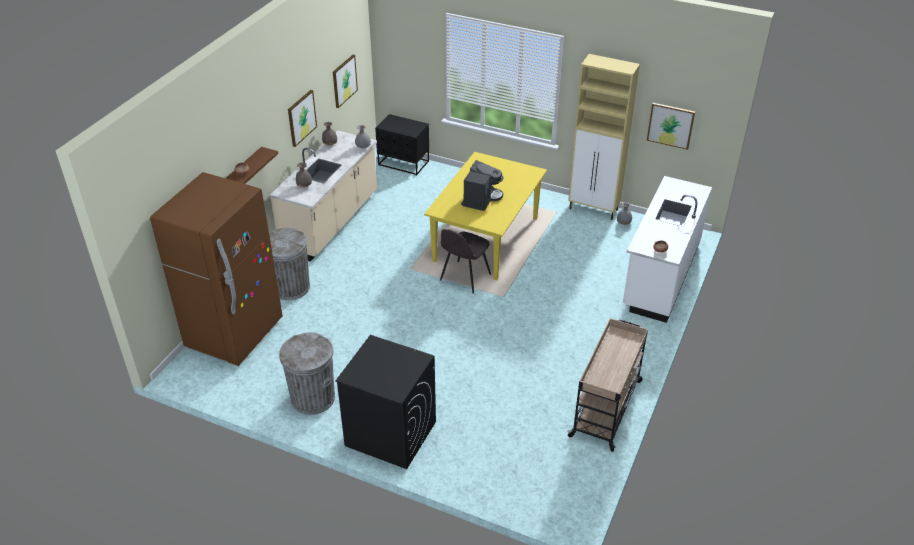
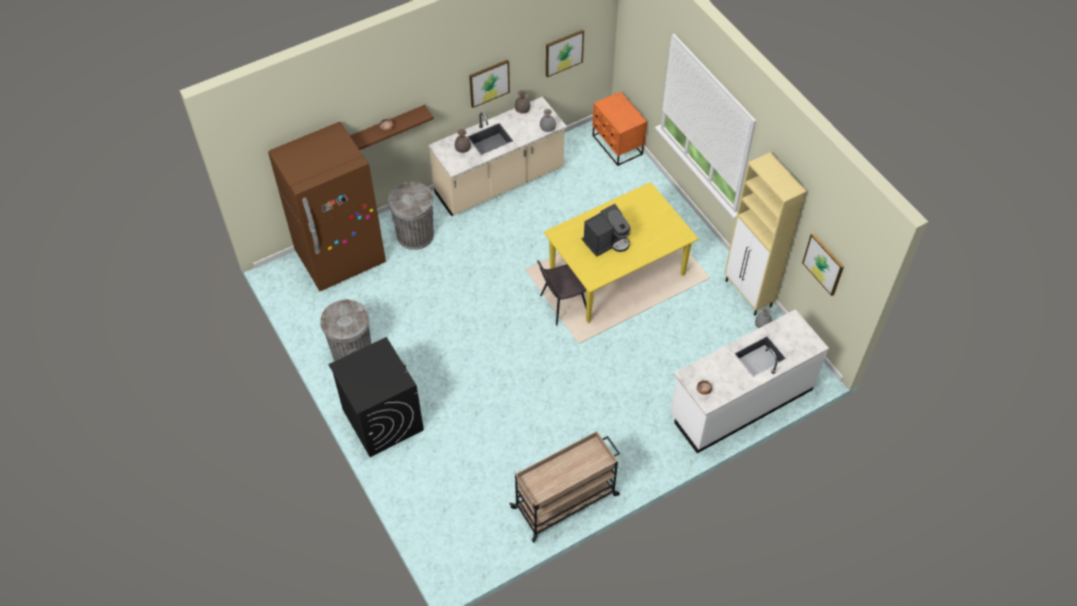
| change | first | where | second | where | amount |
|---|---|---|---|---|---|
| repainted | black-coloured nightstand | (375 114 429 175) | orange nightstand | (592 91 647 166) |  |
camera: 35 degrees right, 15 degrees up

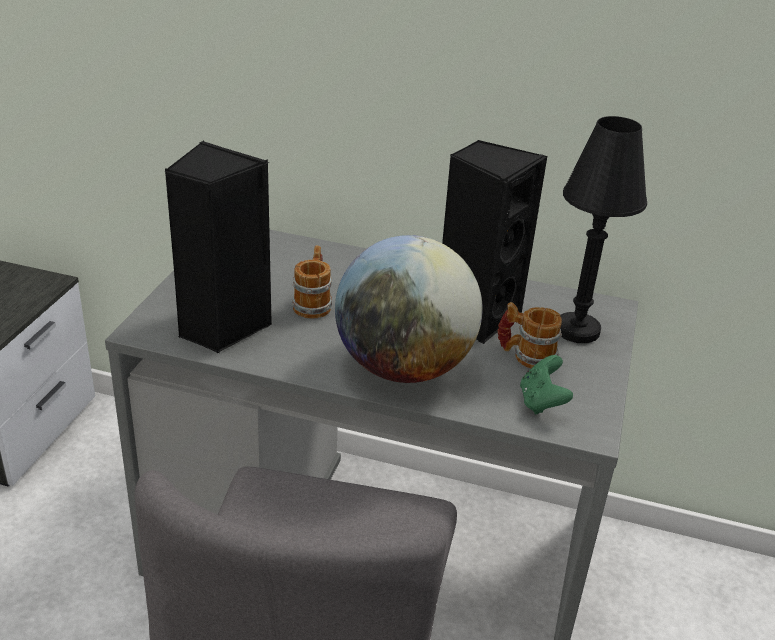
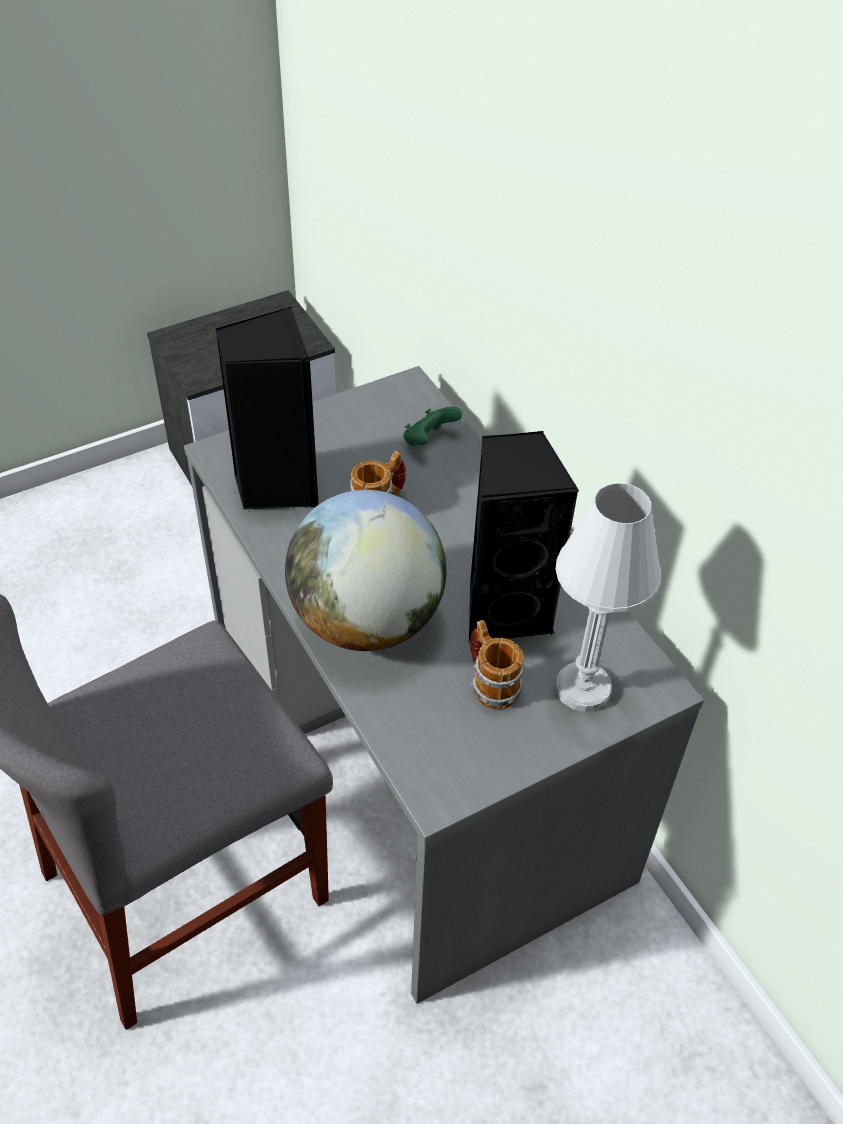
| change | first | where | second | where | amount |
|---|---|---|---|---|---|
| shifted | greenish gamepad | (520 355 573 415) |  | (403 406 463 446) |  |
| repainted | black-coloured lamp for a table | (560 116 647 343) | white-coloured lamp for a table | (556 483 661 712) |  |
camera: 45 degrees right, 15 degrees up

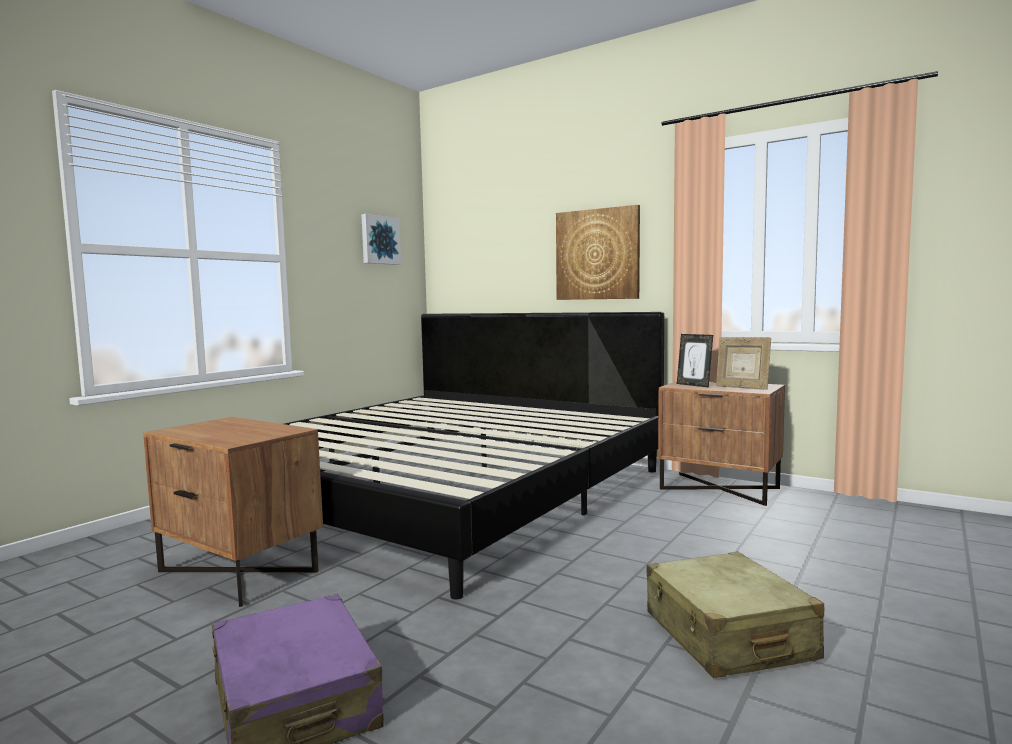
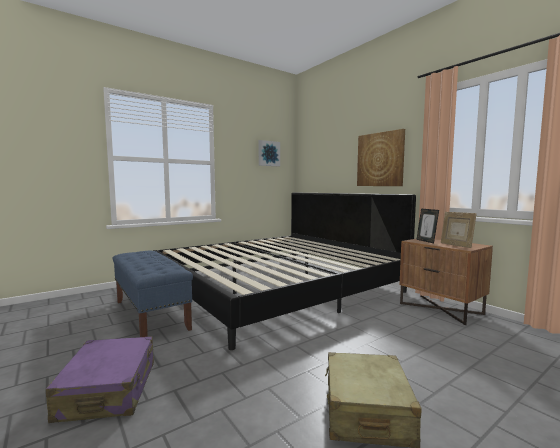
| change | first | where | second | where | amount |
|---|---|---|---|---|---|
| swapped | brown-coloured nightstand | (144 417 323 607) | blue bench | (113 251 193 337) |  |
camera: 20 degrees right, 0 degrees up

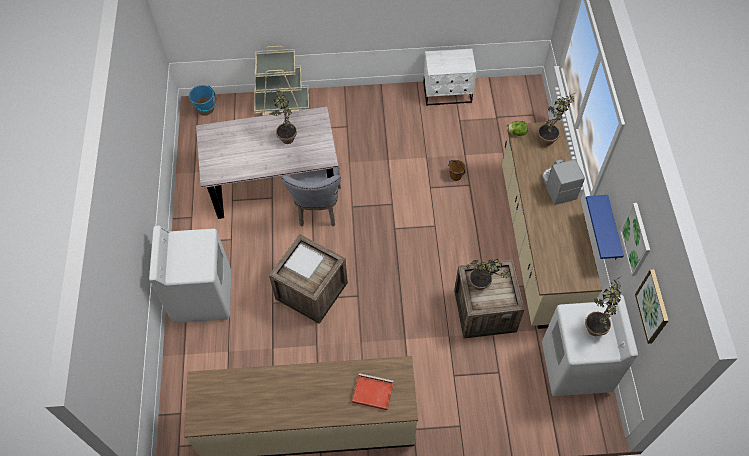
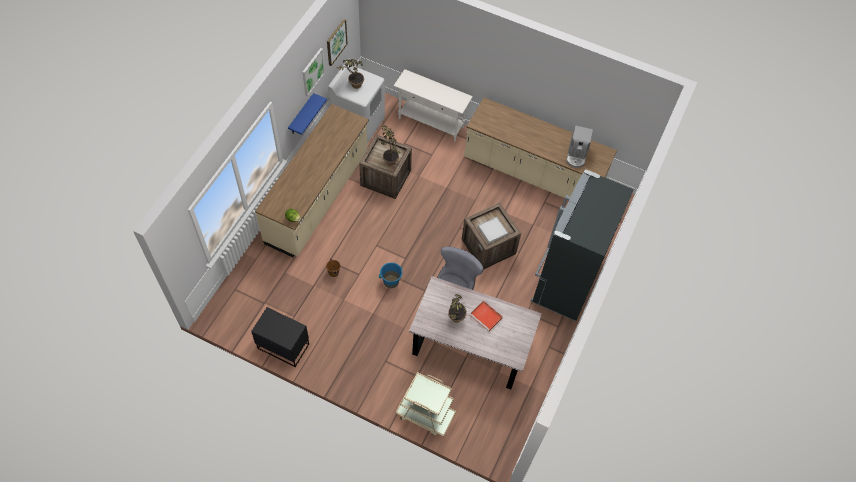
| change | first | where | second | where | amount |
|---|---|---|---|---|---|
| repainted | white-coloured nightstand | (423 49 477 106) | black-coloured nightstand | (251 307 309 367) |  |
| shifted | blue bucket | (189 85 216 116) |  | (379 262 403 288) |  |
| new |  |  | white-coloured hall table | (394 69 473 142) |  |
| shifted | red serving tray | (352 373 394 410) |  | (470 301 503 331) |  |
| swapped | white-coloured laundry machine | (149 226 231 323) | black-coloured fridge | (531 169 634 321) |  |
| shifted | coffee machine | (542 159 585 205) |  | (566 125 593 168) |  |
| gone | houseplant | (538 92 577 146) |  |  |  |
camera: 155 degrees left, 0 degrees up

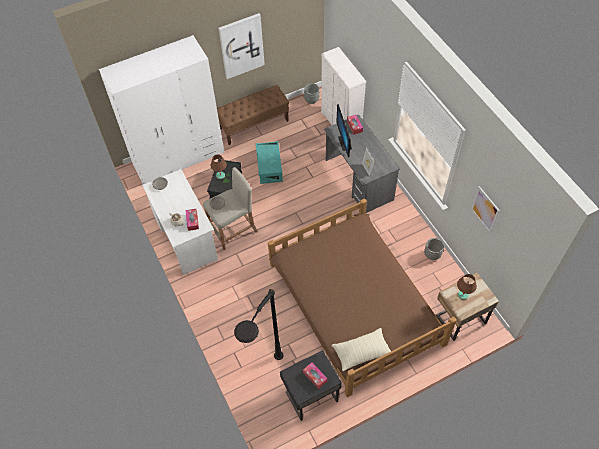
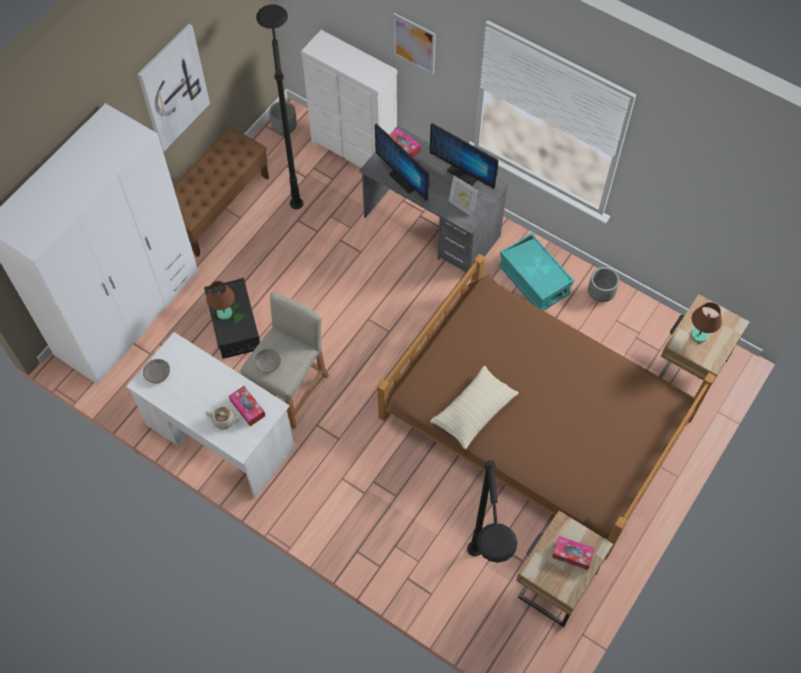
| change | first | where | second | where | amount |
|---|---|---|---|---|---|
| new |  |  | black-coloured standing lamp | (256 4 303 209) |  |
| shifted | picture | (471 186 500 233) |  | (393 13 436 75) |  |
| new |  |  | monitor | (430 123 498 189) |  |
| shifted | sand-coloured throw pillow | (332 328 391 371) |  | (430 366 519 450) |  |
| shifted | turquoise storage container | (256 141 283 184) |  | (499 233 574 311) |  |
| repainted | black-coloured nightstand | (280 350 342 421) | sand-coloured nightstand | (516 511 613 627) |  |
camera: 30 degrees left, 5 degrees up

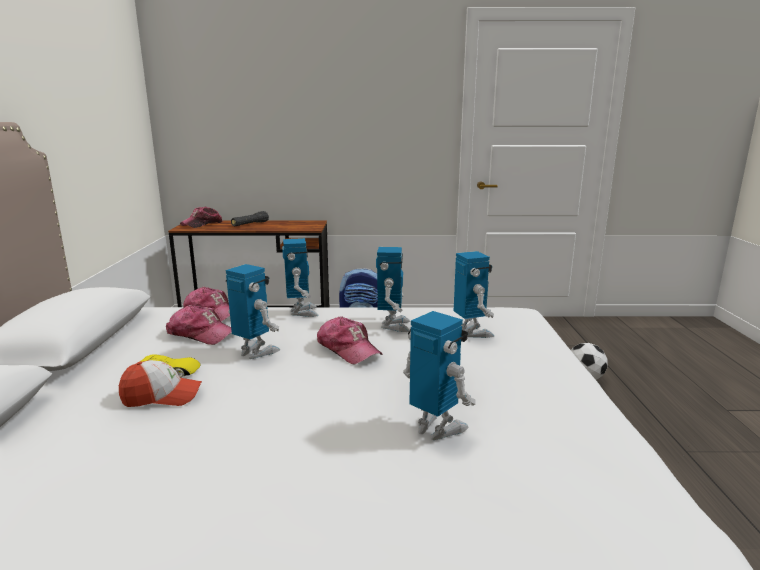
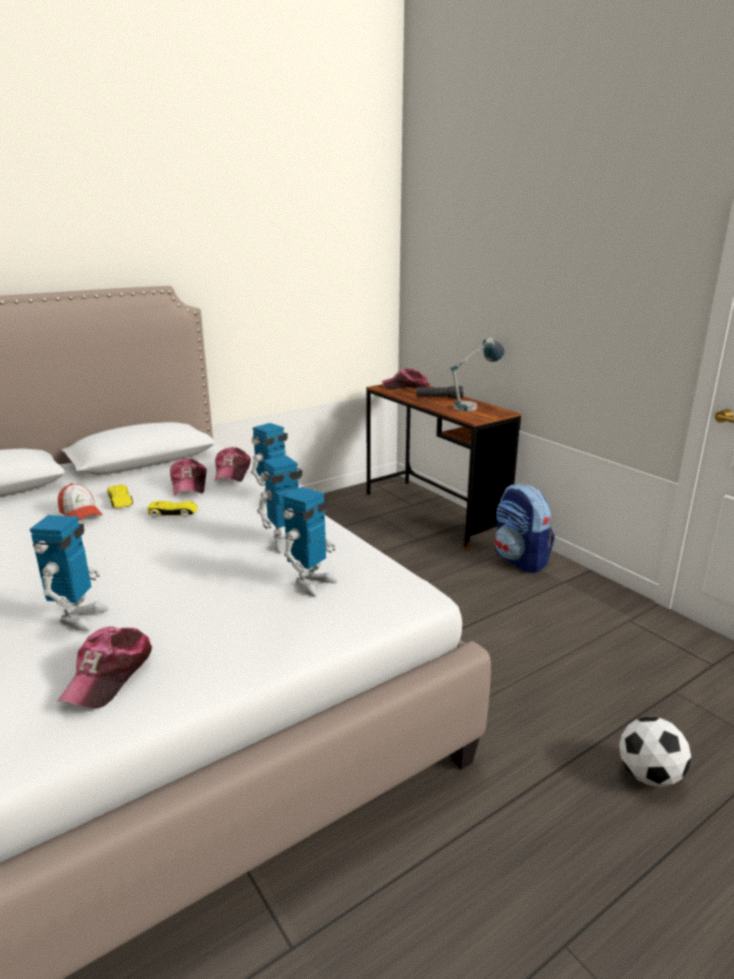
| change | first | where | second | where | amount |
|---|---|---|---|---|---|
| shifted | baseball cap | (317 316 382 364) |  | (58 626 152 708) |  |
| swapped | toy robot | (226 264 280 359) | yellowish model car | (148 501 198 518) |  |
| new |  |  | lamp for a table | (451 337 505 411) |  |
camera: 55 degrees right, 5 degrees up

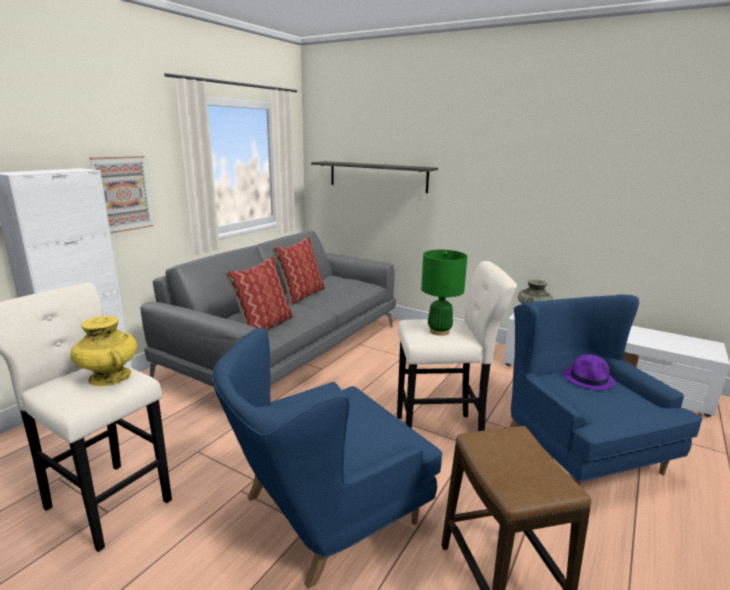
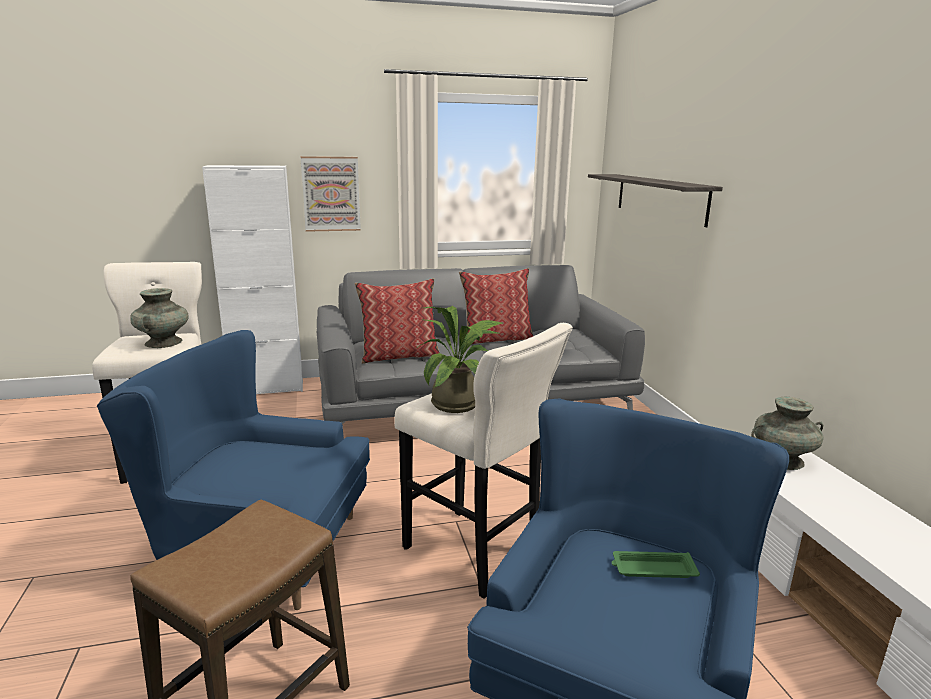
| change | first | where | second | where | amount |
|---|---|---|---|---|---|
| repainted | yellowish decorative vase | (70 316 137 386) | turquoise decorative vase | (130 288 189 348) |  |
| swapped | greenish lamp for a table | (421 250 467 336) | houseplant | (416 306 501 413) |  |
| swapped | purplish clothing hat | (563 354 616 390) | greenish serving tray | (611 551 700 578) |  |
camera: 45 degrees right, 0 degrees up

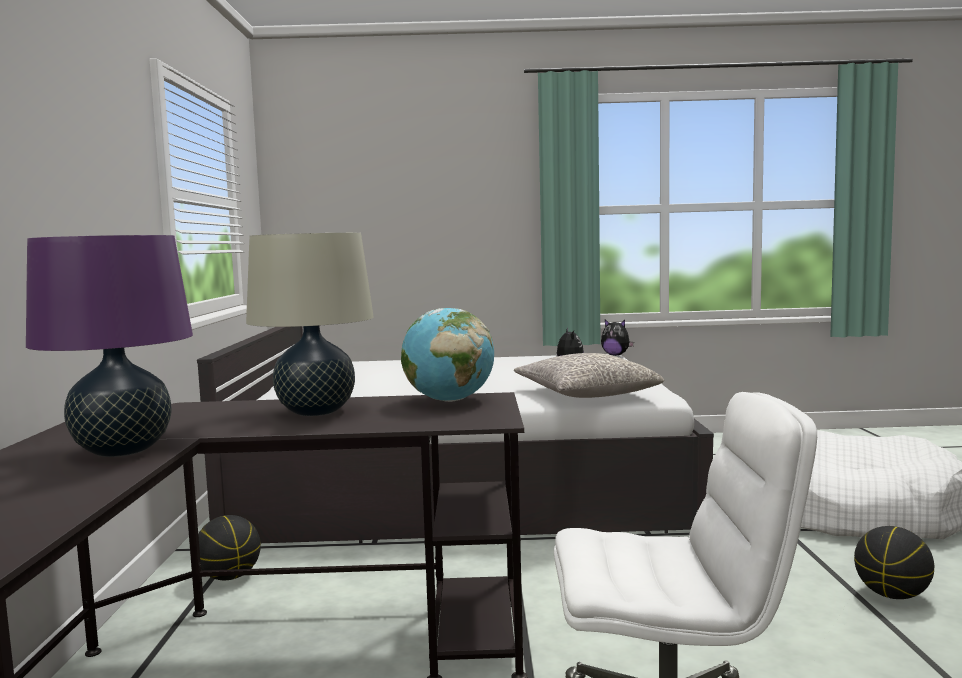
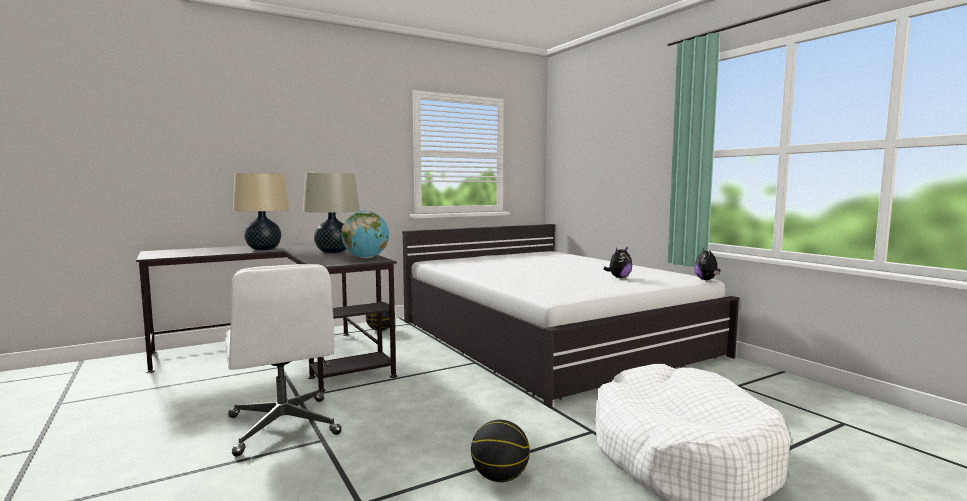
| change | first | where | second | where | amount |
|---|---|---|---|---|---|
| repainted | purplish lamp for a table | (26 235 193 457) | sand-coloured lamp for a table | (233 173 290 250) |  |
| gone | greyish throw pillow | (514 353 664 398) |  |  |  |
camera: 60 degrees right, 0 degrees up

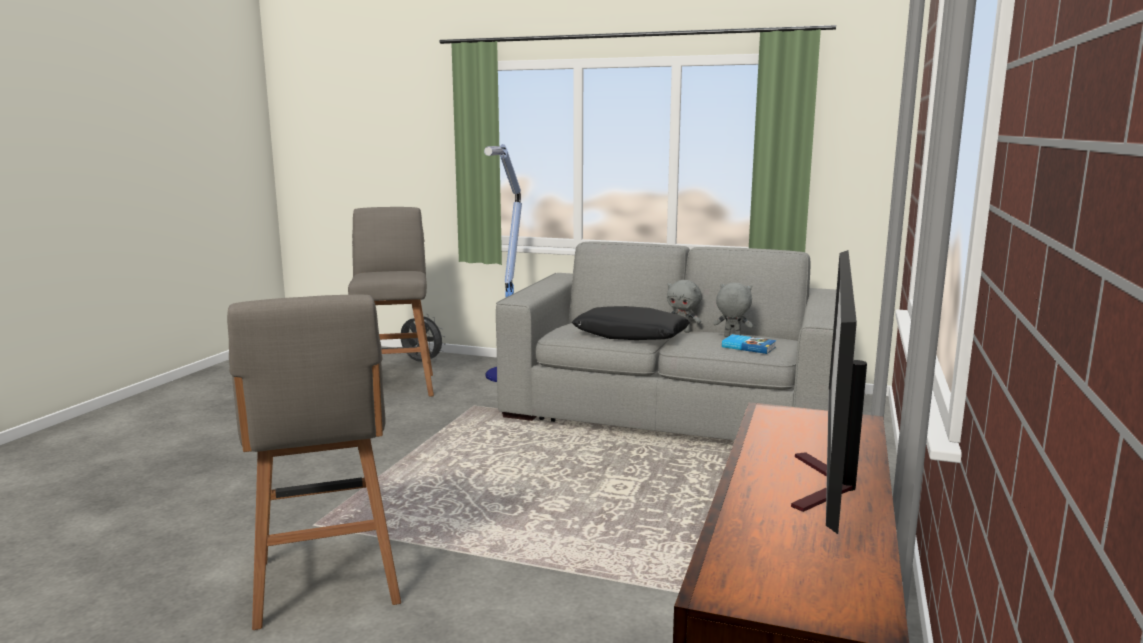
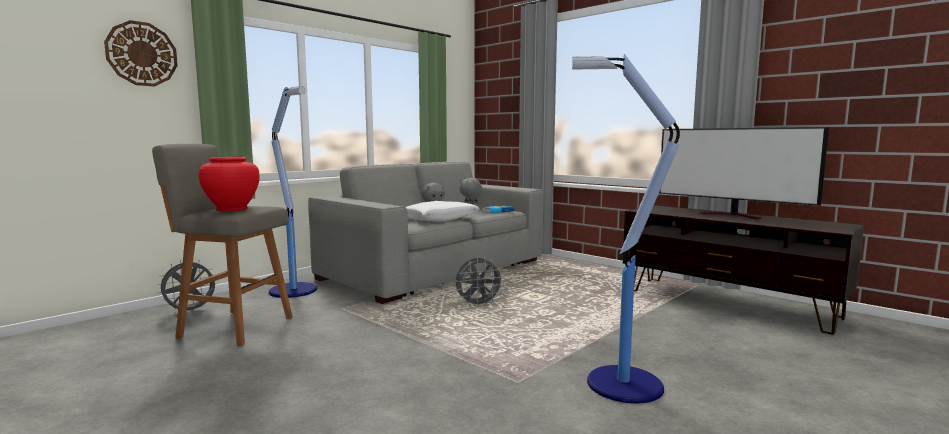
| change | first | where | second | where | amount |
|---|---|---|---|---|---|
| new |  |  | wall clock | (104 20 178 86) |  |
| new |  |  | red decorative vase | (198 157 260 211) |  |
| repainted | black-coloured throw pillow | (572 306 690 340) | white-coloured throw pillow | (405 201 480 222) |  |
| new |  |  | greyish fan | (456 257 504 307) |  |
| swapped | greyish stool | (227 295 401 630) | standing lamp | (572 54 680 403) |  |
camera: 65 degrees left, 5 degrees down

